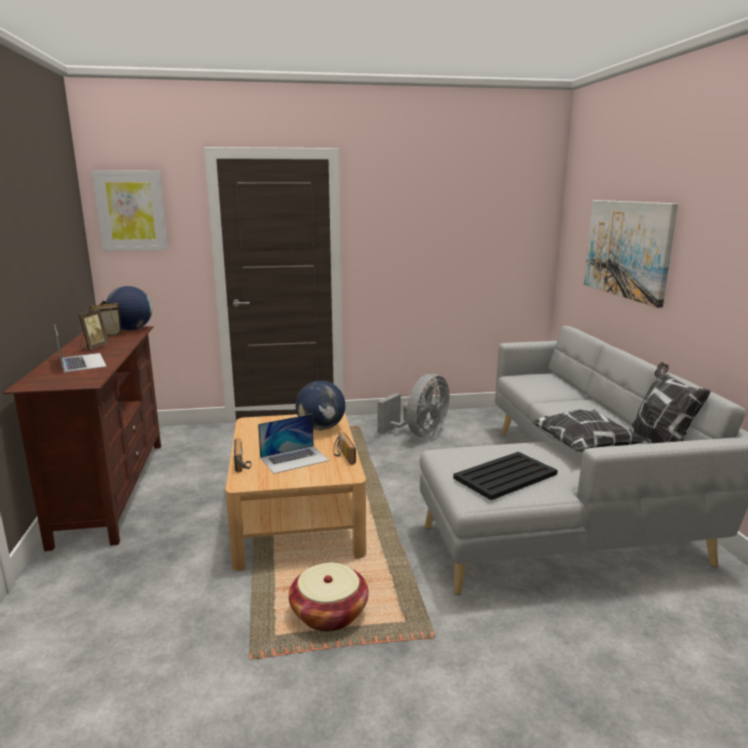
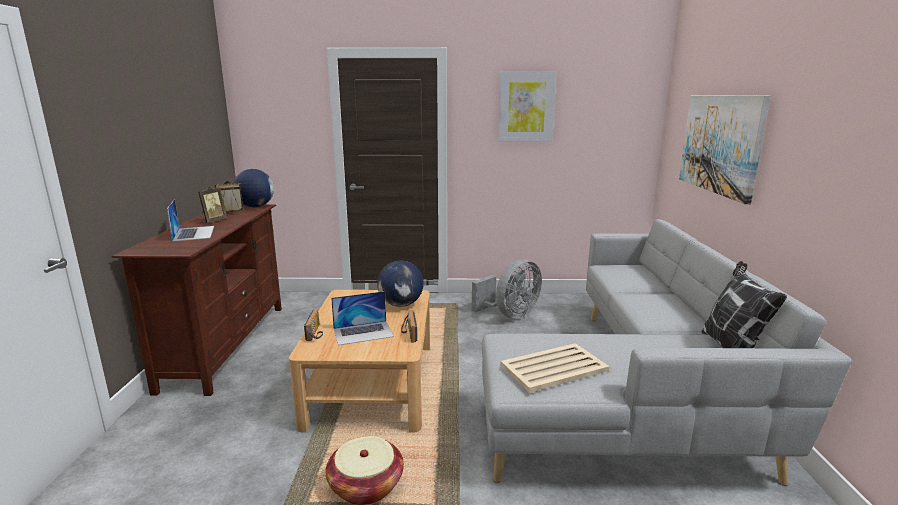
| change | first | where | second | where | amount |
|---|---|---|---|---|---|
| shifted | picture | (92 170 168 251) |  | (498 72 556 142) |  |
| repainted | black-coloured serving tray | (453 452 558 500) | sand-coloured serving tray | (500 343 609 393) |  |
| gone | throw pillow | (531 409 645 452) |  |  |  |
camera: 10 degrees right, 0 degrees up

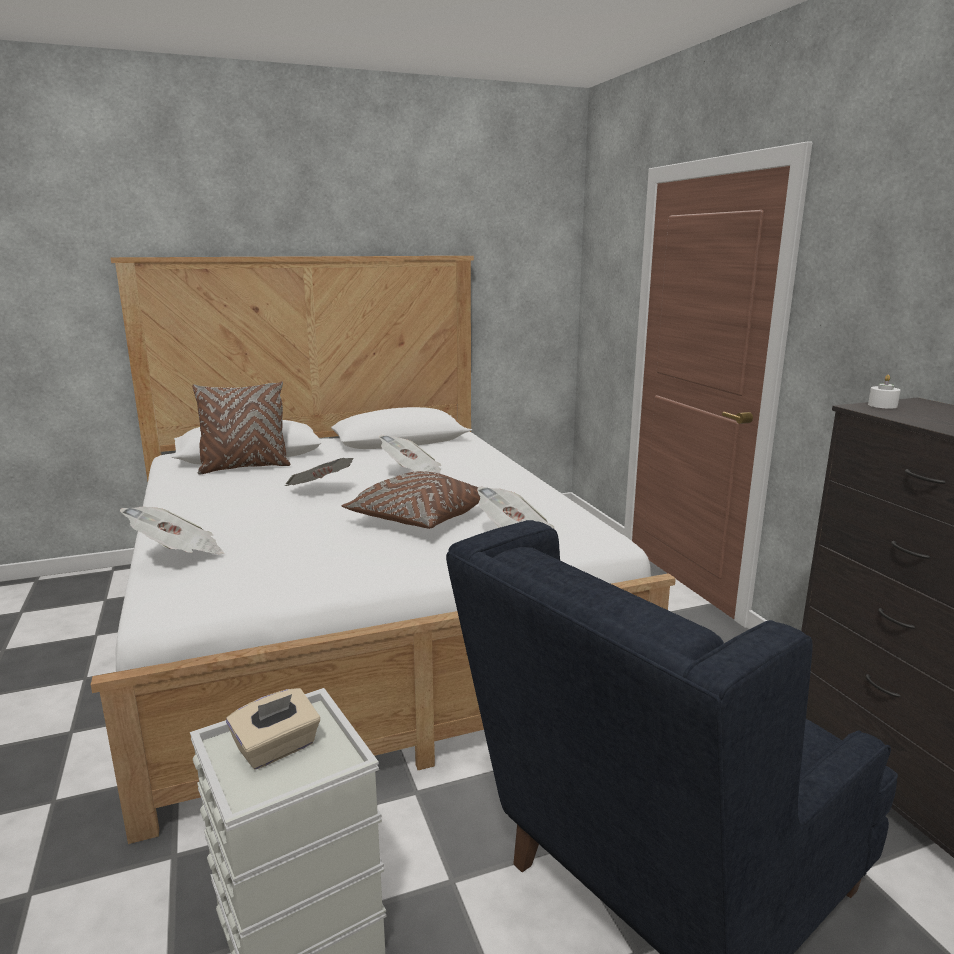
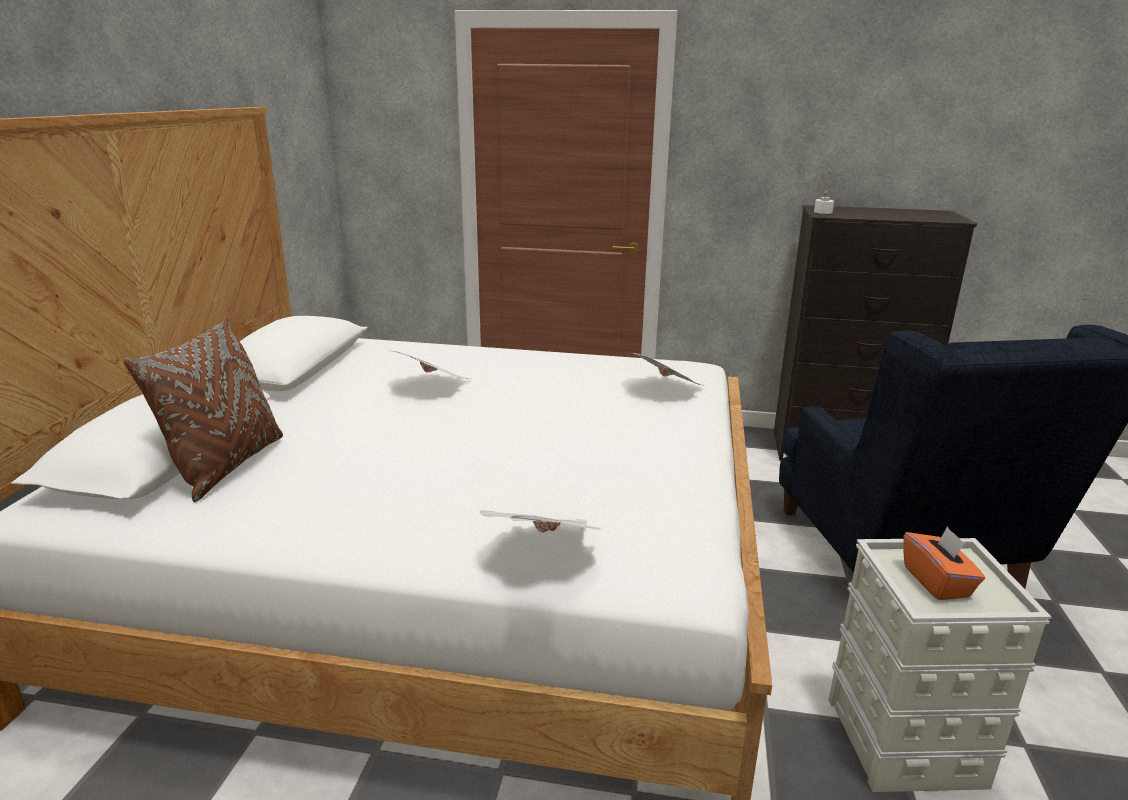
| change | first | where | second | where | amount |
|---|---|---|---|---|---|
| repainted | sand-coloured tissue holder | (226 688 320 769) | orange tissue holder | (903 526 985 600) |  |
| gone | daily paper | (285 458 353 486) |  |  |  |
| gone | brown-coloured throw pillow | (341 471 480 529) |  |  |  |
camera: 60 degrees left, 5 degrees up

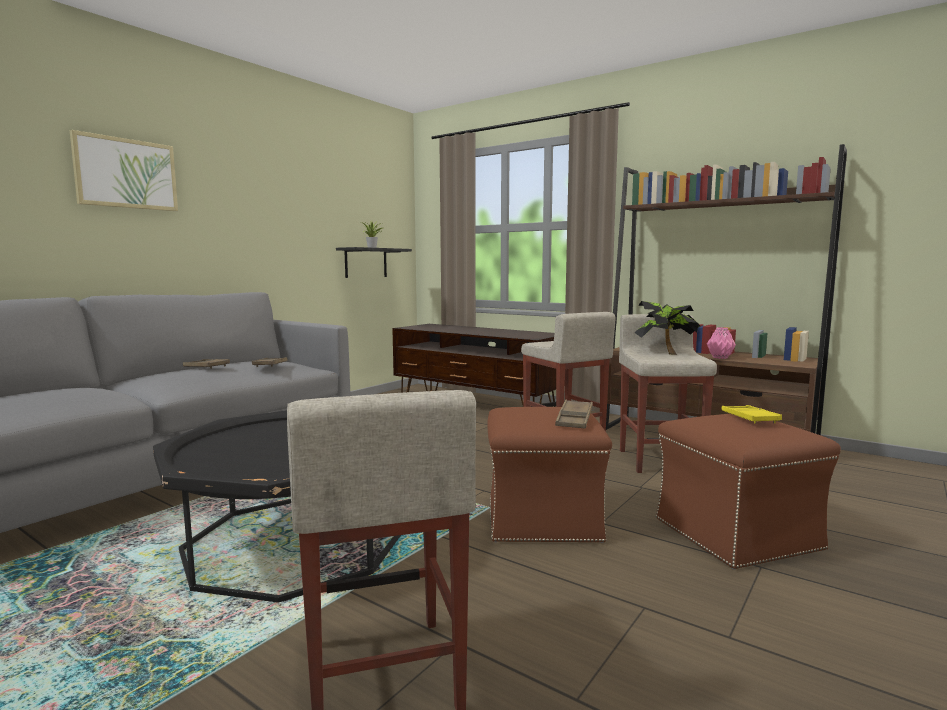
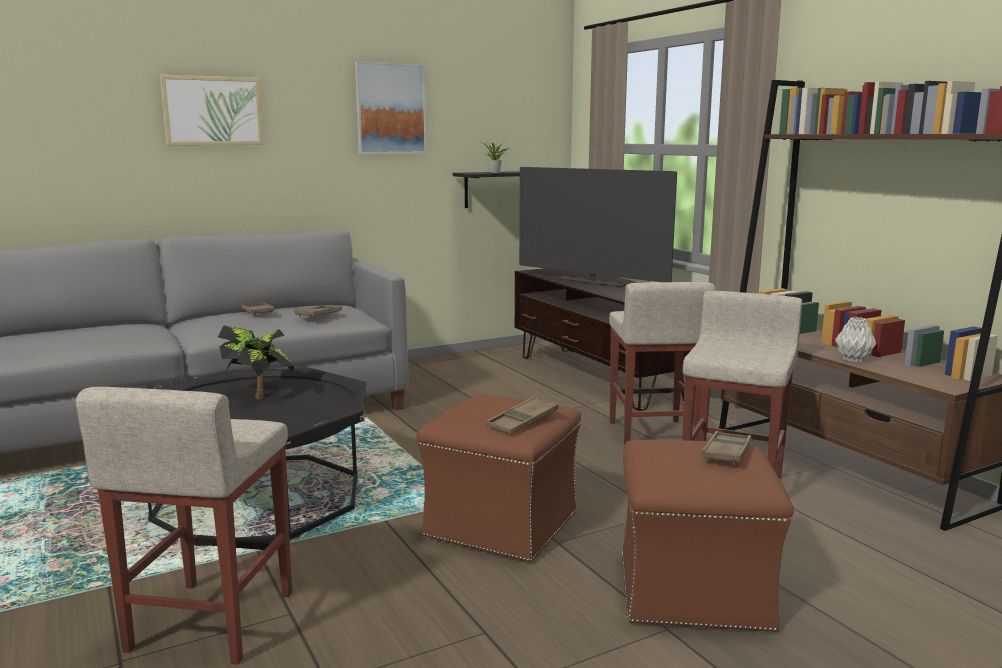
| change | first | where | second | where | amount |
|---|---|---|---|---|---|
| shifted | houseplant | (634 301 700 355) |  | (218 325 294 399) |  |
| new |  |  | picture | (355 62 426 154) |  |
| new |  |  | TV set | (519 167 677 287) |  |
| repainted | yellowish serving tray | (722 405 782 424) | brown-coloured serving tray | (702 431 751 465) |  |
| repainted | pink decorative vase | (707 327 736 359) | greyish decorative vase | (835 317 876 362) |  |
camera: 25 degrees right, 5 degrees up

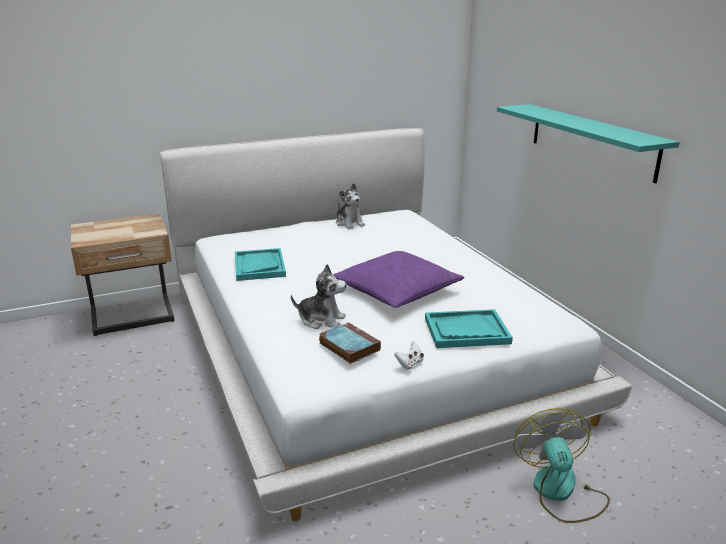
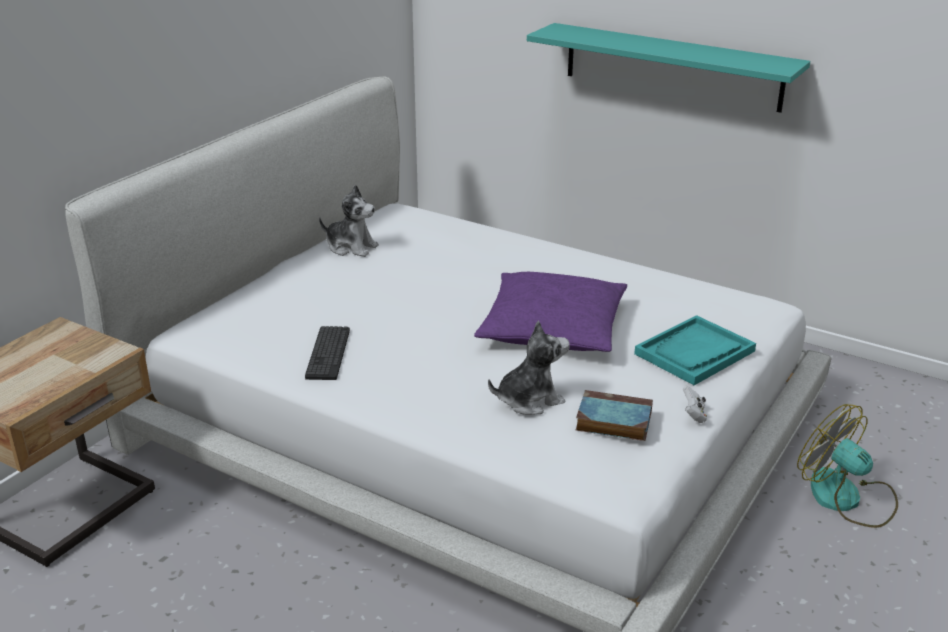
| change | first | where | second | where | amount |
|---|---|---|---|---|---|
| swapped | turquoise serving tray | (235 248 286 281) | keyboard | (305 326 350 380) |  |
camera: 35 degrees left, 5 degrees up

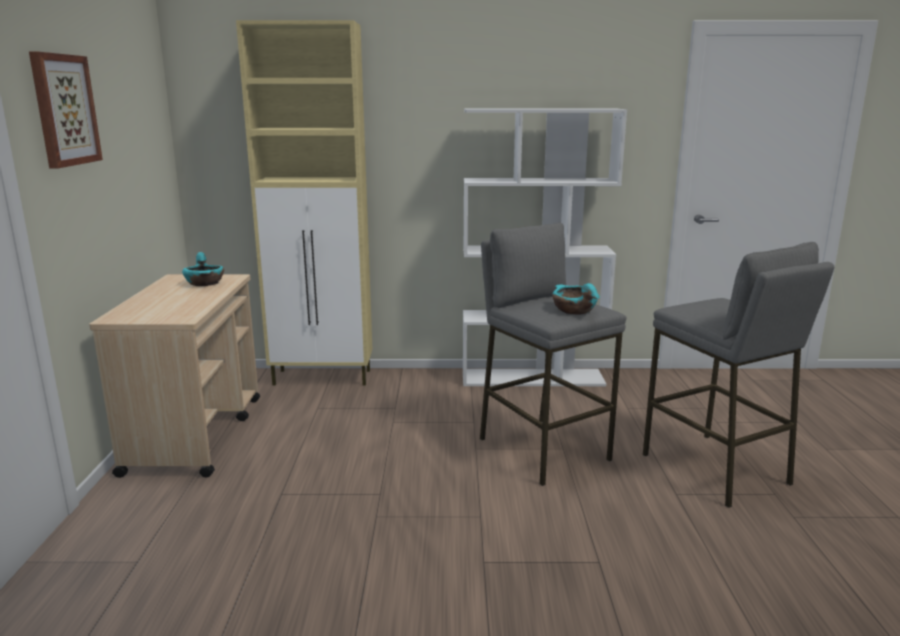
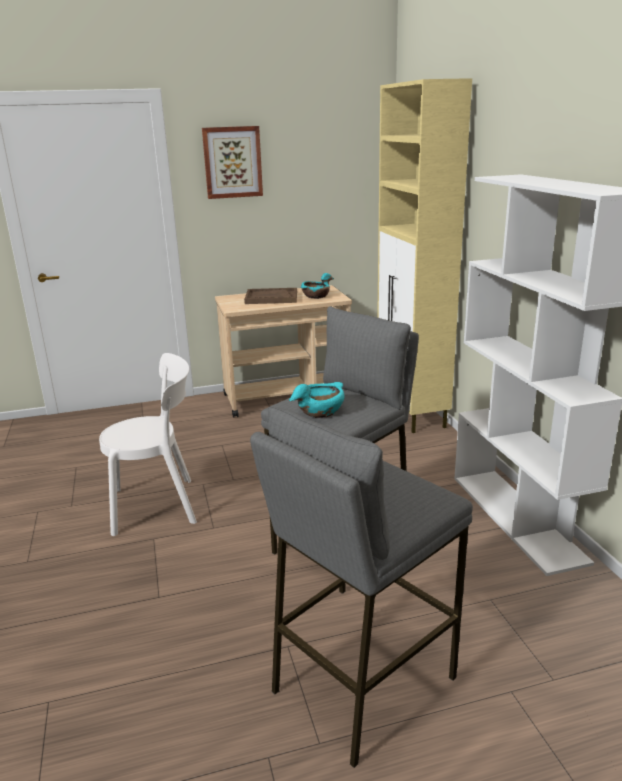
| change | first | where | second | where | amount |
|---|---|---|---|---|---|
| new |  |  | white-coloured chair | (99 353 197 536) |  |
| new |  |  | brown-coloured serving tray | (244 288 297 304) |  |
camera: 75 degrees right, 5 degrees up

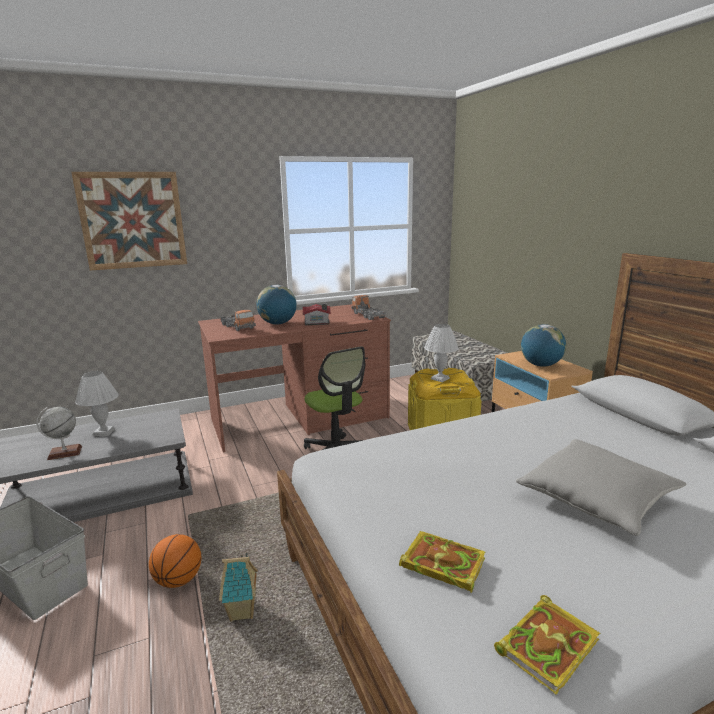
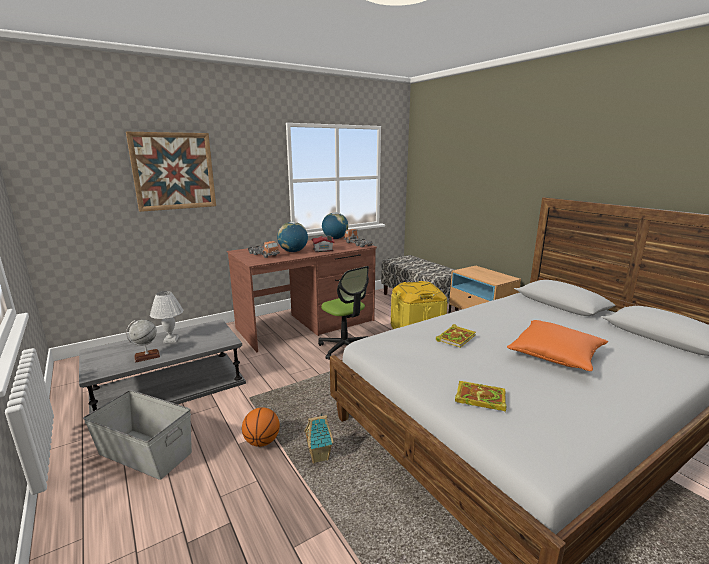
| change | first | where | second | where | amount |
|---|---|---|---|---|---|
| shifted | desk globe | (521 324 566 367) |  | (322 212 348 239) |  |
| shifted | volume | (494 595 600 695) |  | (436 324 476 348) |  |
| repainted | greyish throw pillow | (516 439 687 536) | orange throw pillow | (507 320 608 371) |  |
| gone | white-coloured lamp for a table | (424 324 459 382) |  |  |  |
camera: 10 degrees left, 0 degrees up

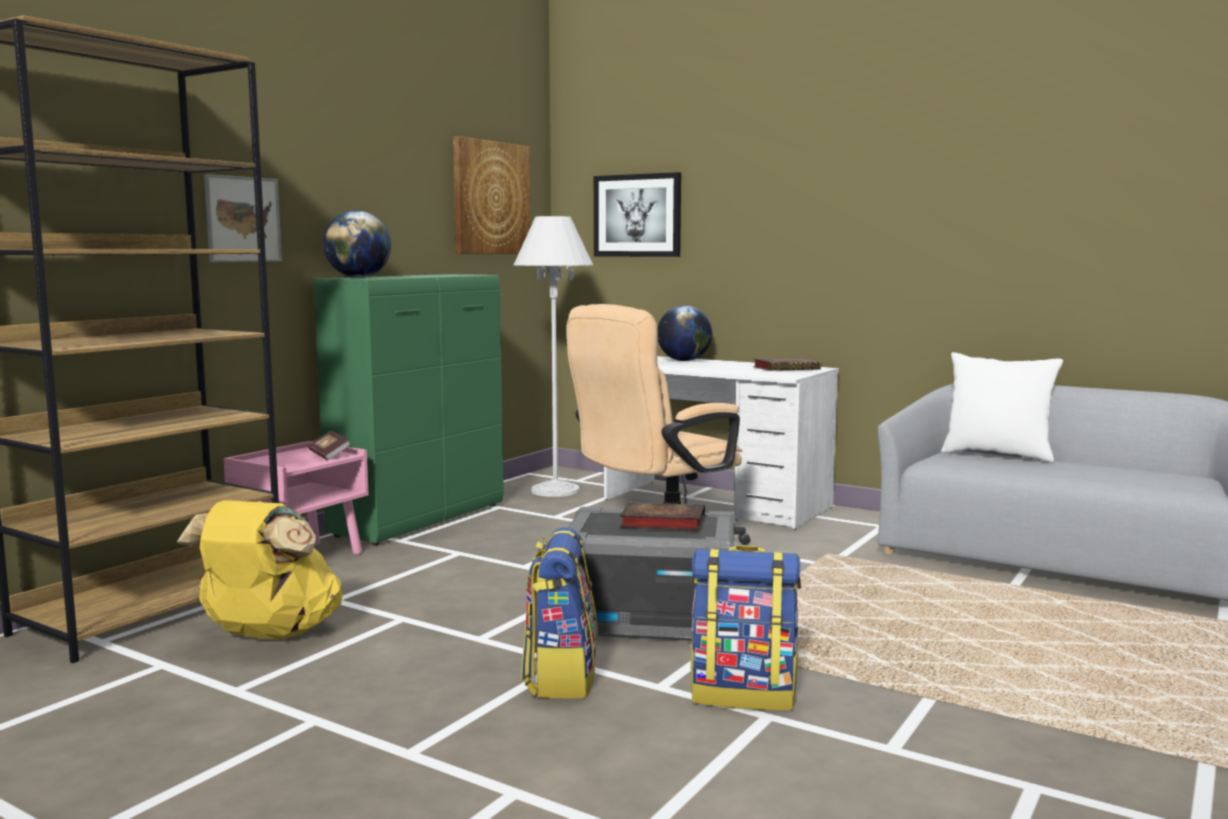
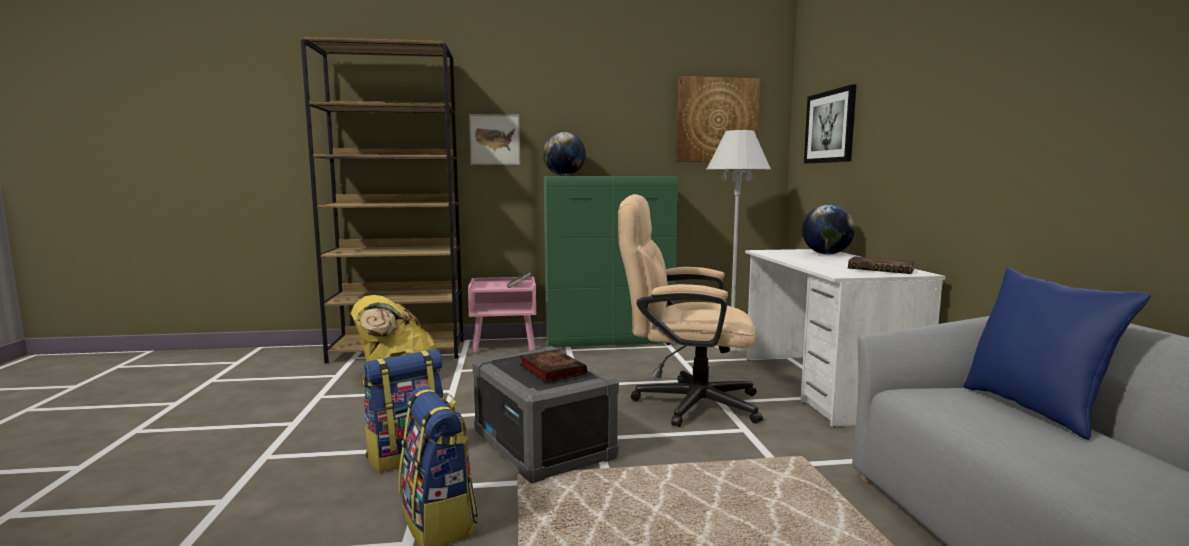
| change | first | where | second | where | amount |
|---|---|---|---|---|---|
| repainted | white-coloured throw pillow | (941 352 1063 463) | blue throw pillow | (963 268 1151 440) |  |
camera: 50 degrees right, 0 degrees up

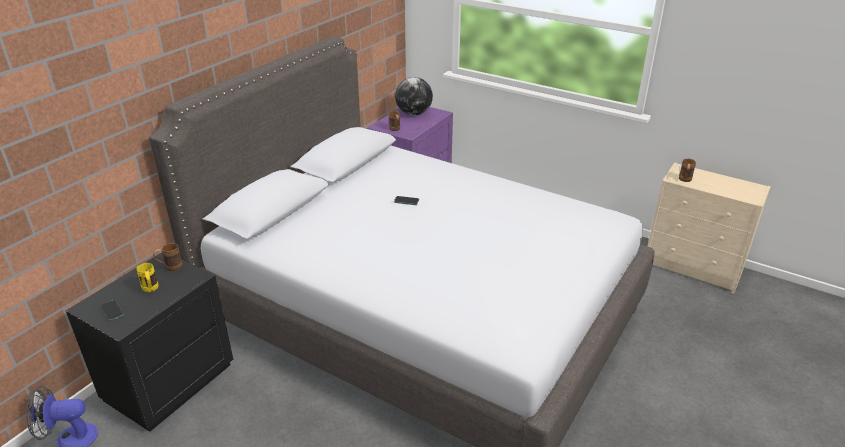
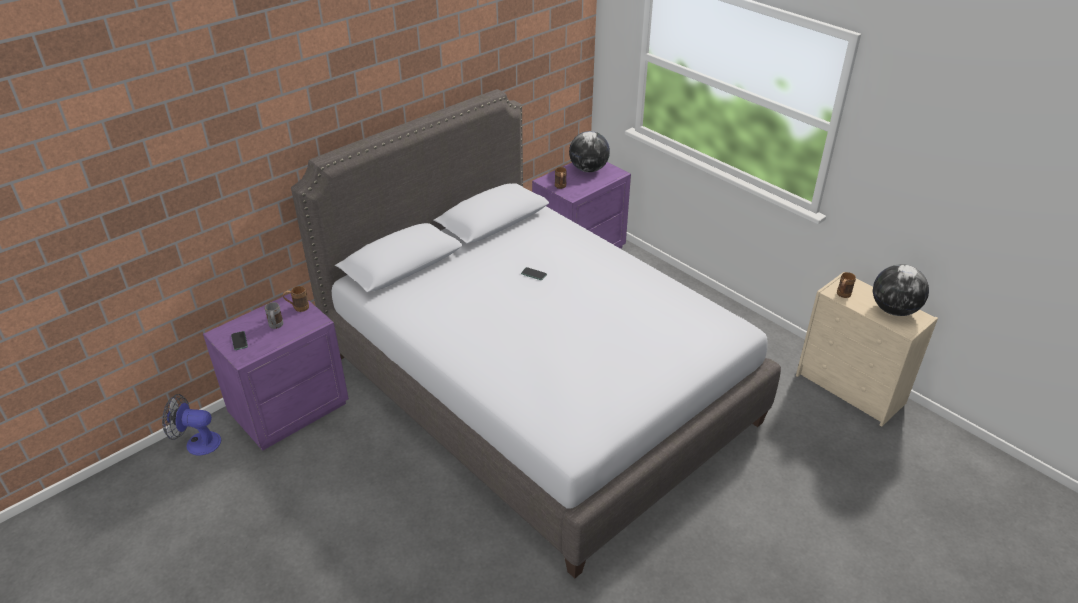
| change | first | where | second | where | amount |
|---|---|---|---|---|---|
| repainted | black-coloured nightstand | (66 252 233 432) | purplish nightstand | (203 293 349 451) |  |
| repainted | yellowish coffee mug | (137 263 159 292) | greyish coffee mug | (265 302 283 329) |  |
| new |  |  | desk globe | (873 264 929 316) |  |
camera: 15 degrees right, 5 degrees up

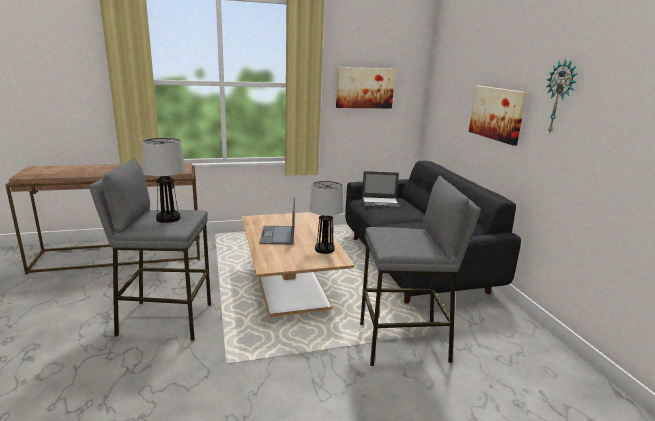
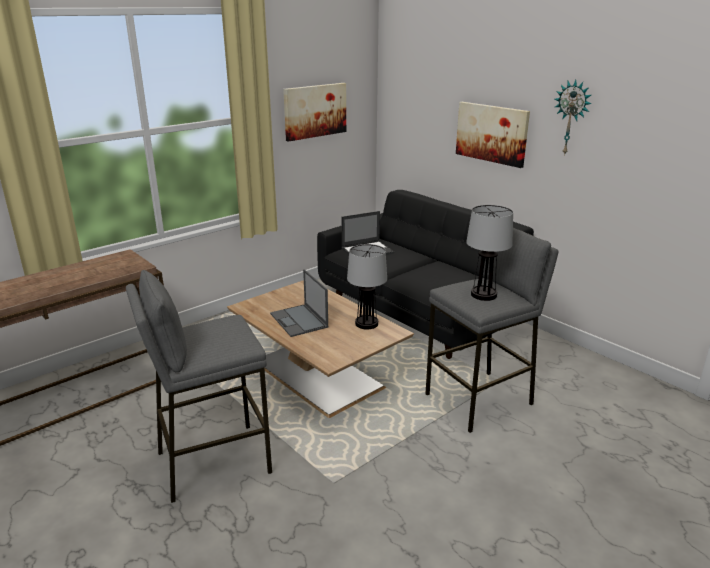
| change | first | where | second | where | amount |
|---|---|---|---|---|---|
| shifted | lamp for a table | (142 138 185 223) |  | (466 205 513 301) |  |
camera: 25 degrees left, 5 degrees up

